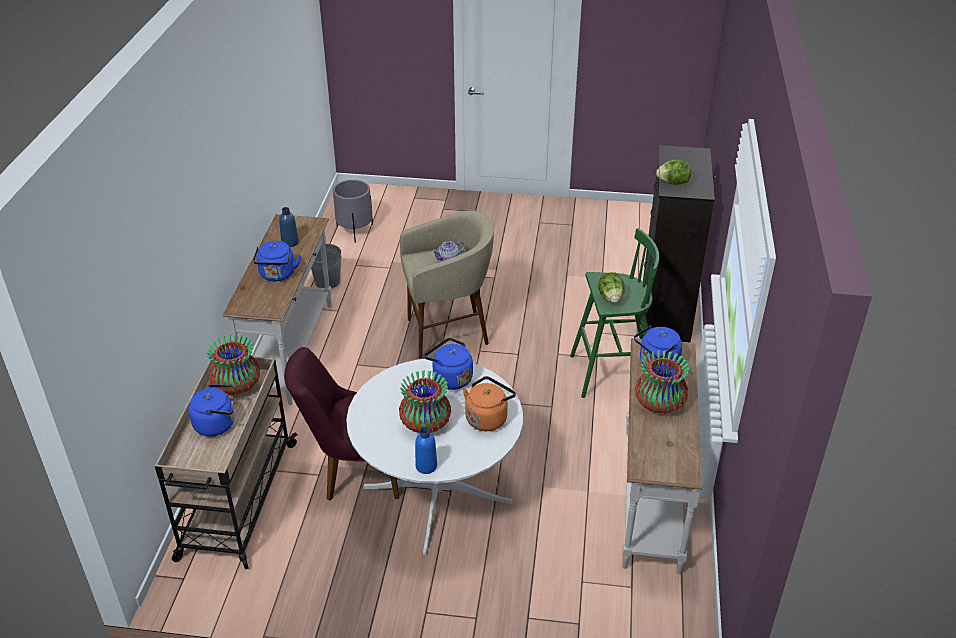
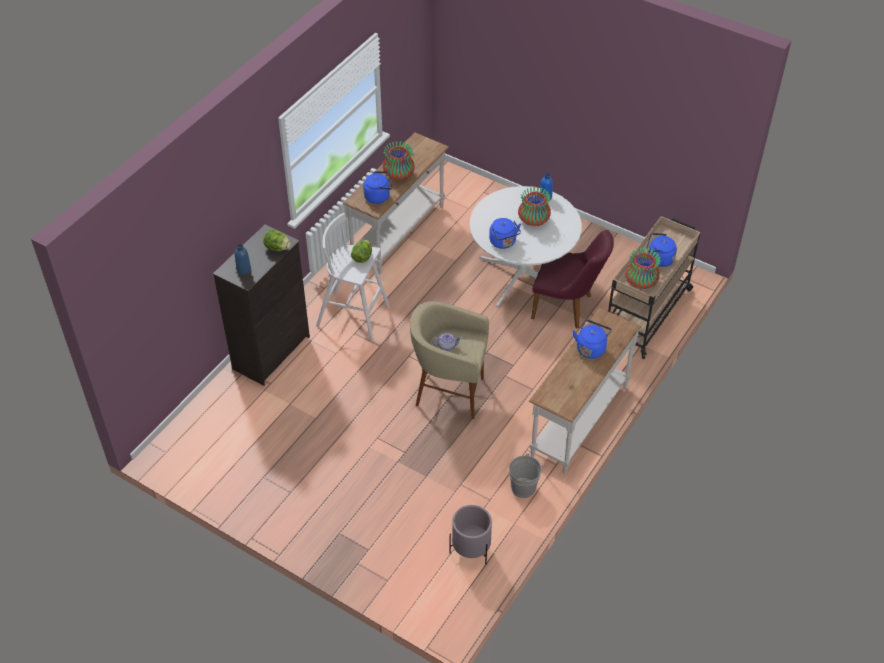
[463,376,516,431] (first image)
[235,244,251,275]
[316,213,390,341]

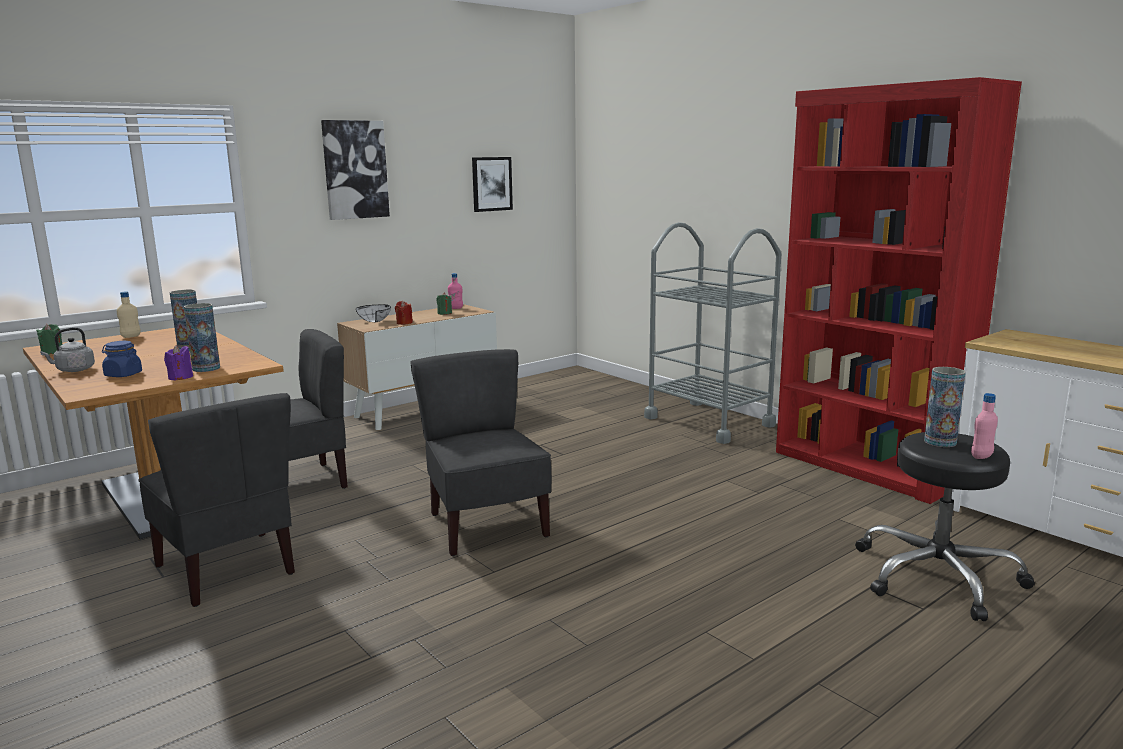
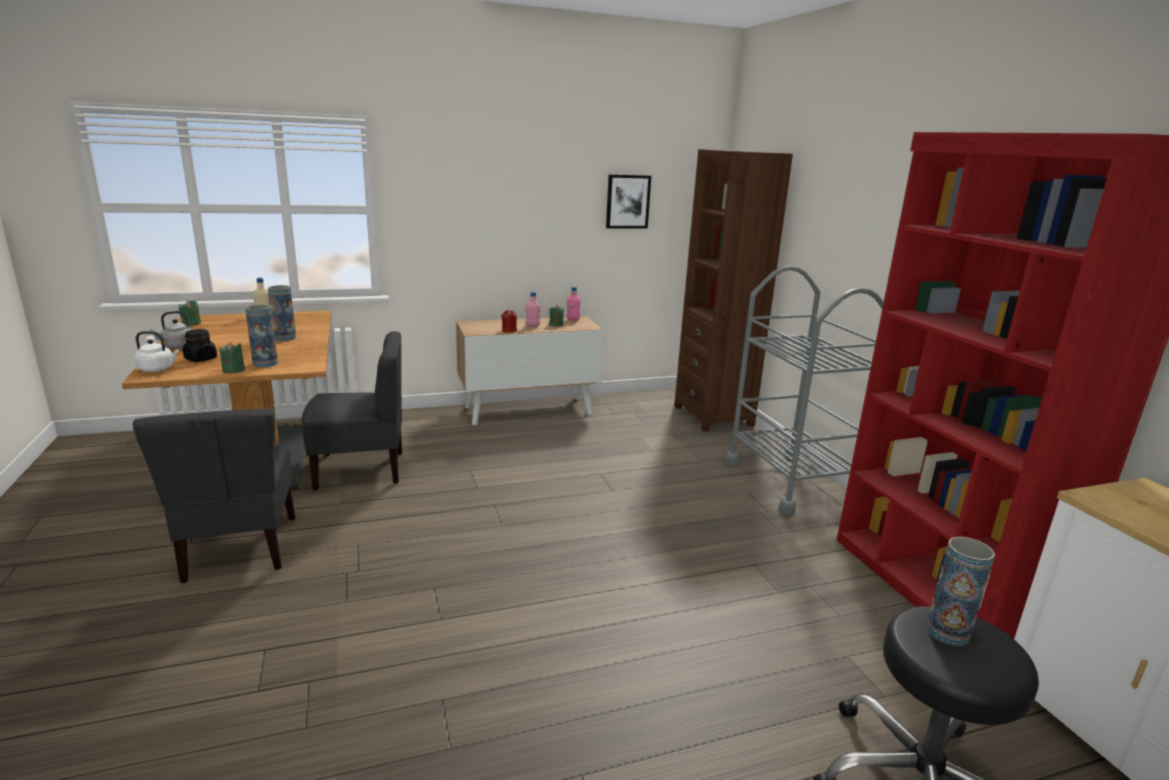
[321,120,390,220] (first image)
[356,304,391,323] (first image)
[410,349,551,556] (first image)
[134,331,179,372]
[674,149,793,431]
[525,292,540,327]
[183,329,217,362]
[219,342,245,374]

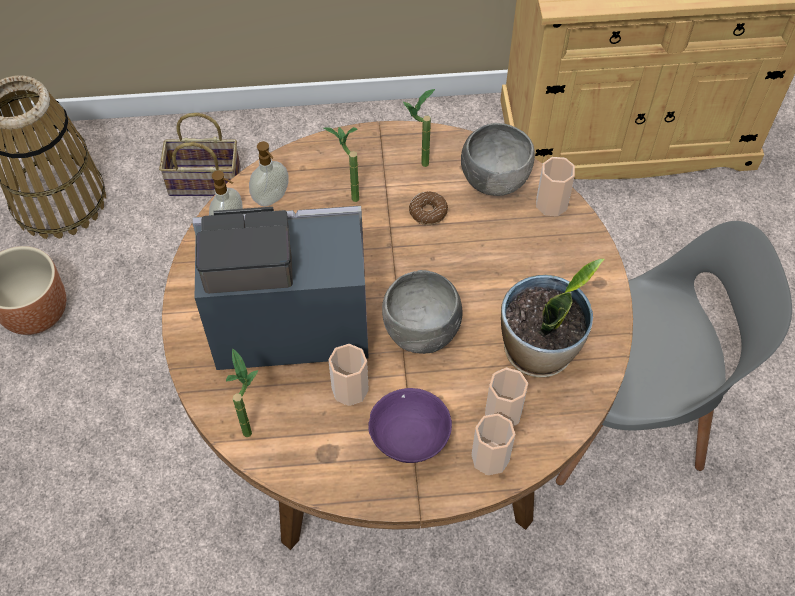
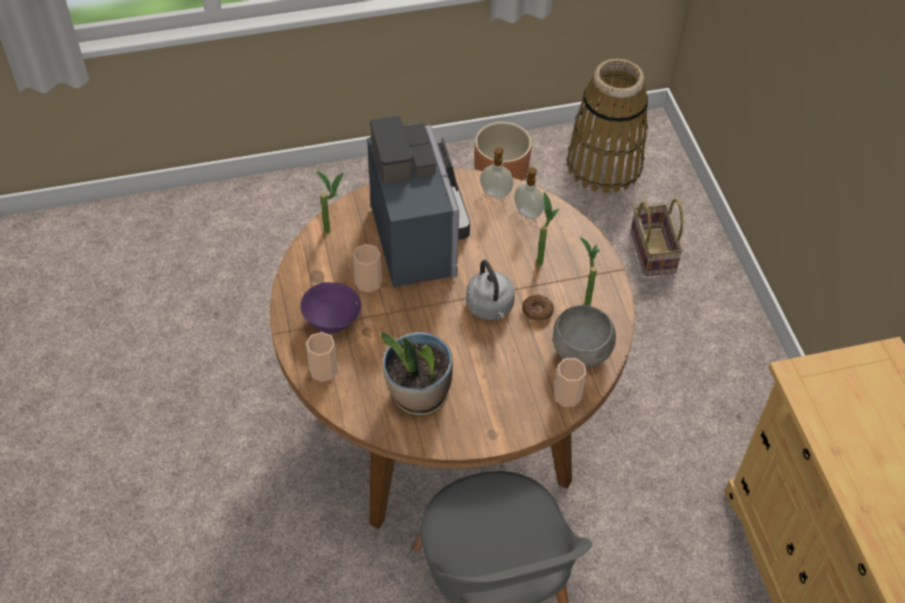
[382,270,463,354] (first image)
[485,368,528,426] (first image)
[466,260,515,320]

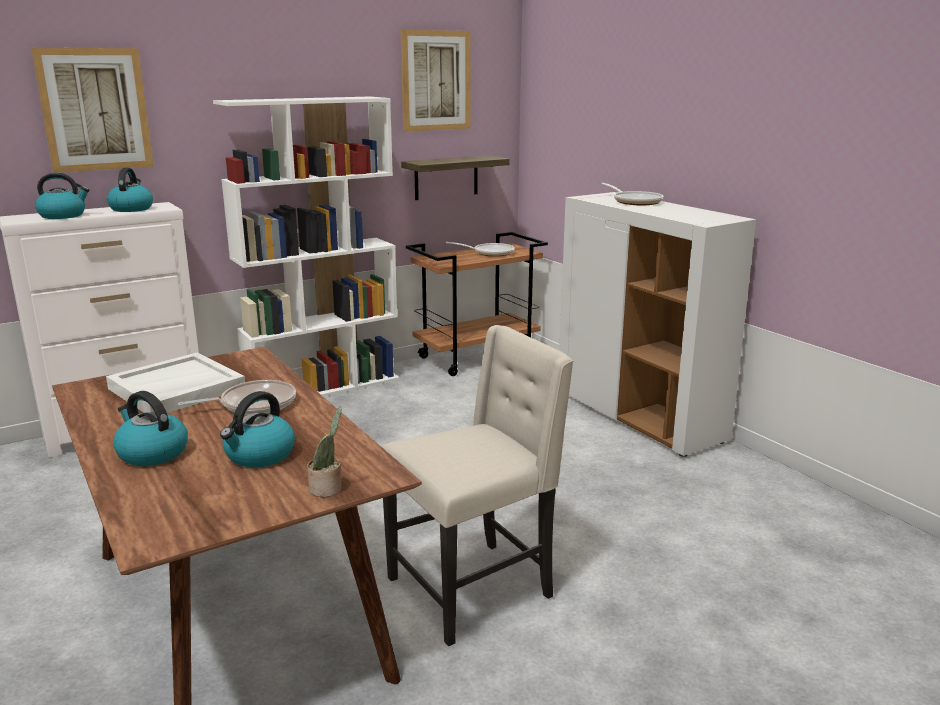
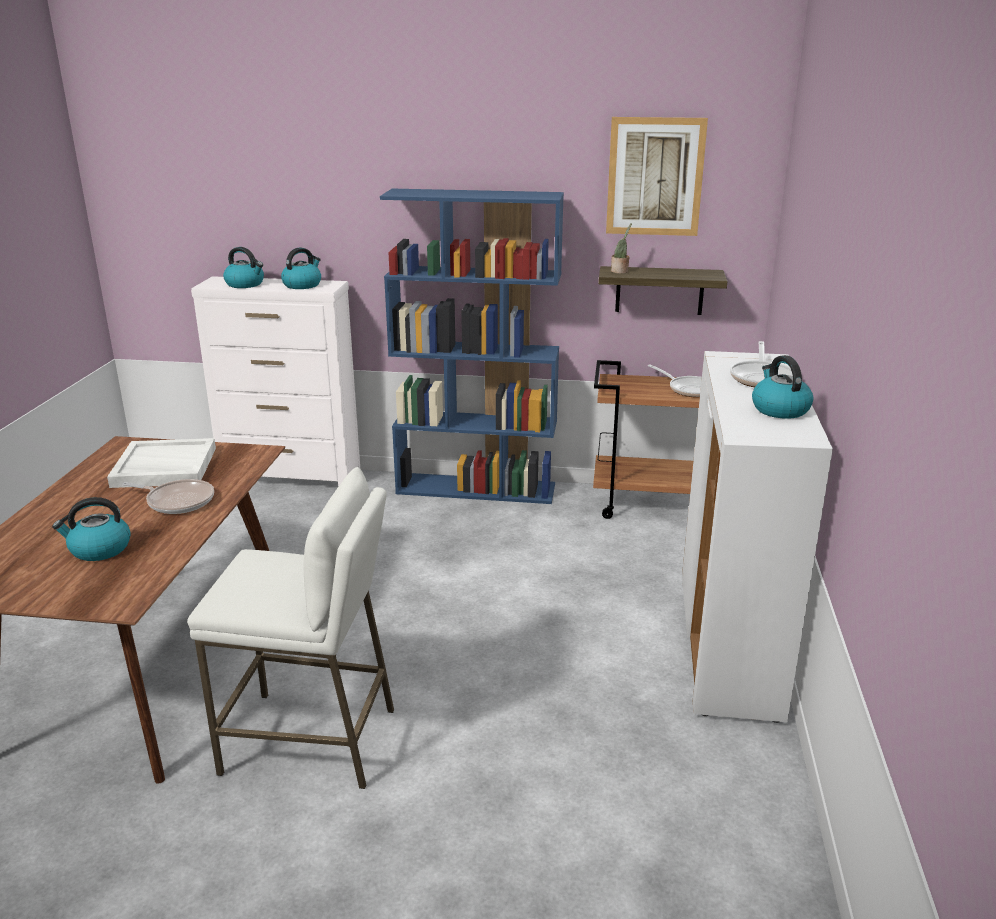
[31,48,154,173] (first image)
[752,355,813,419]
[611,223,632,274]
[187,467,394,789]
[380,189,564,504]

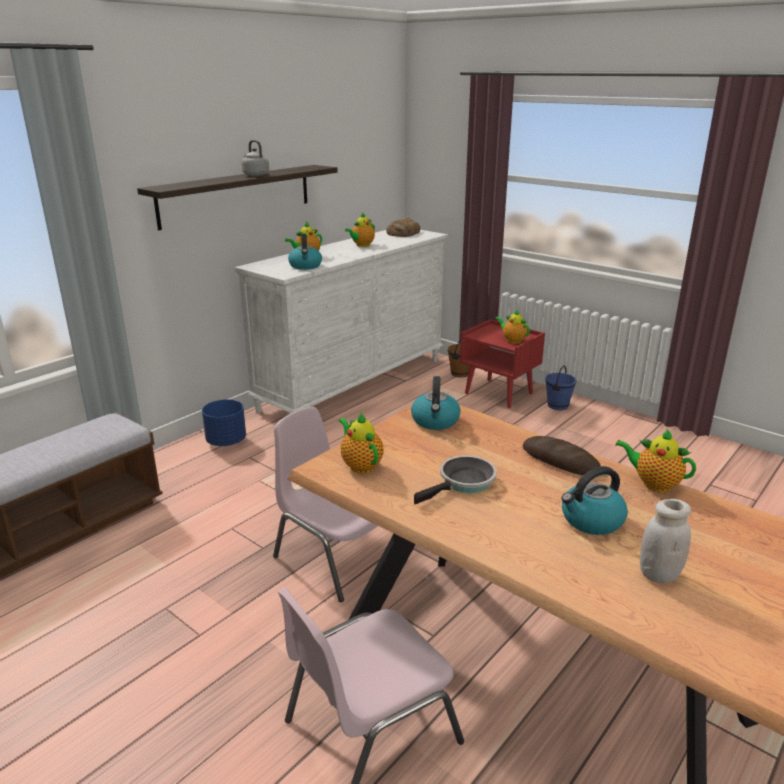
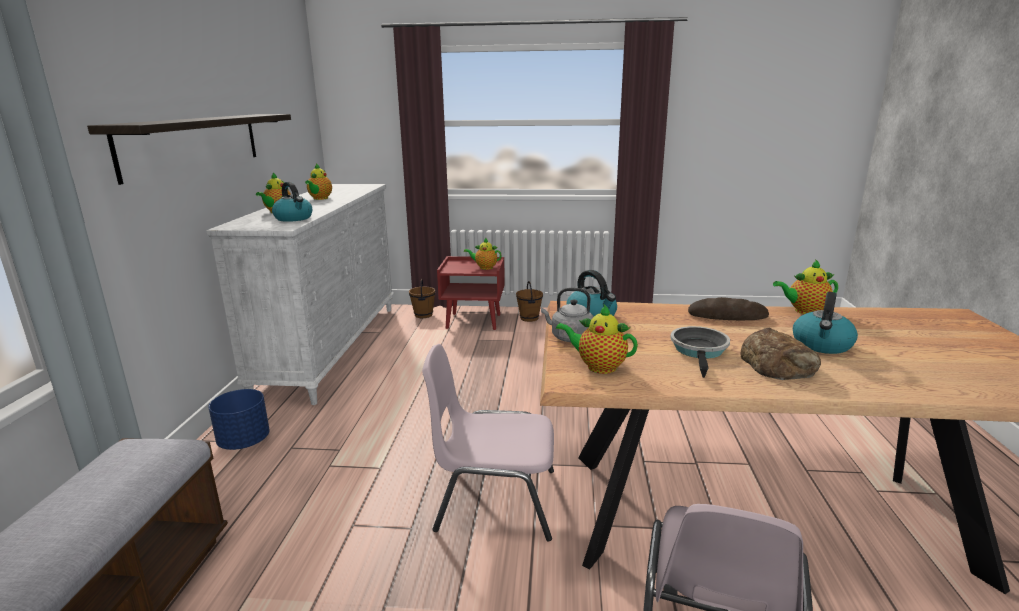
[640,499,691,583] (first image)
[541,288,594,342]
[740,328,821,380]
[516,281,543,322]

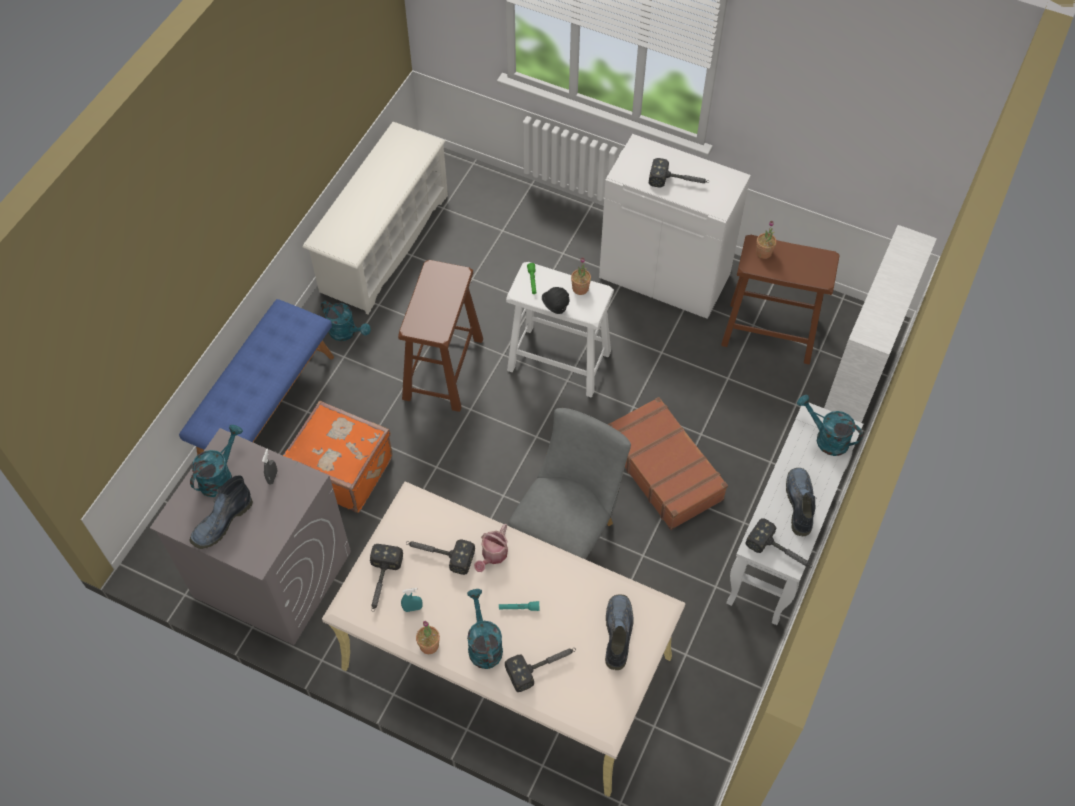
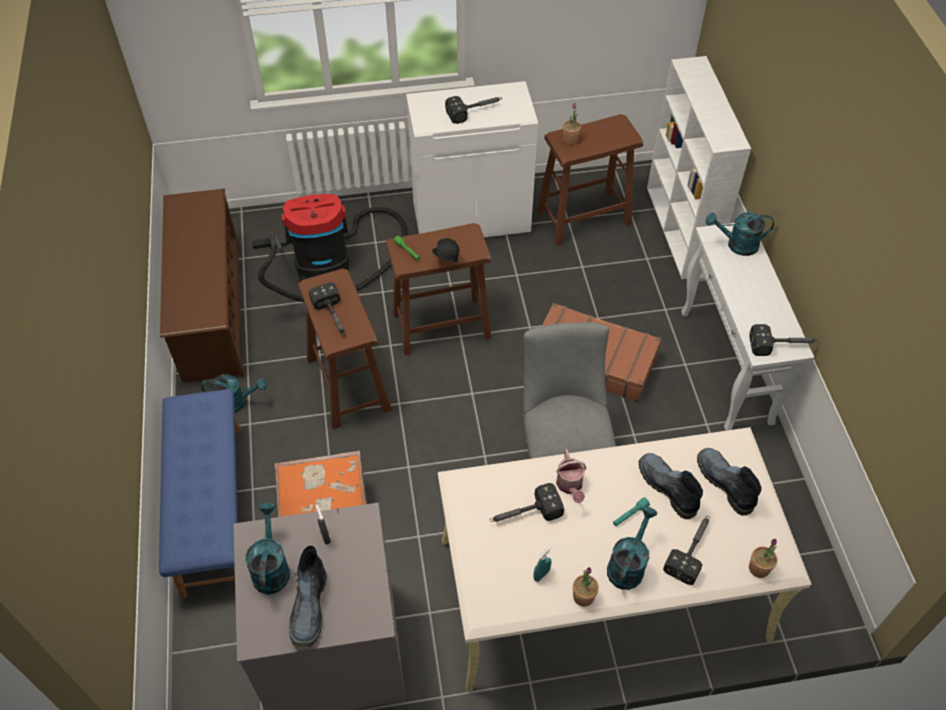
[252,194,407,302]
[309,282,345,335]
[749,538,777,578]
[639,453,703,519]
[160,189,244,383]
[386,223,491,356]
[607,506,658,590]

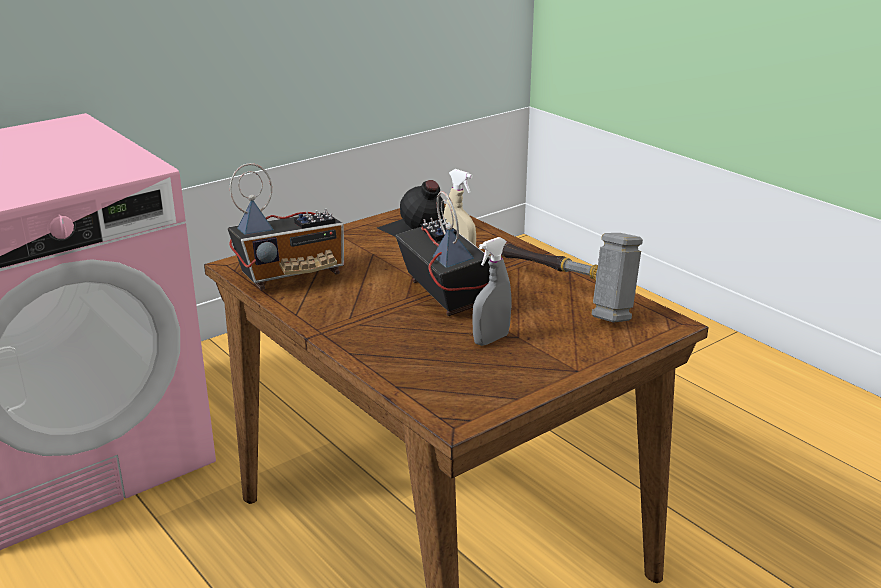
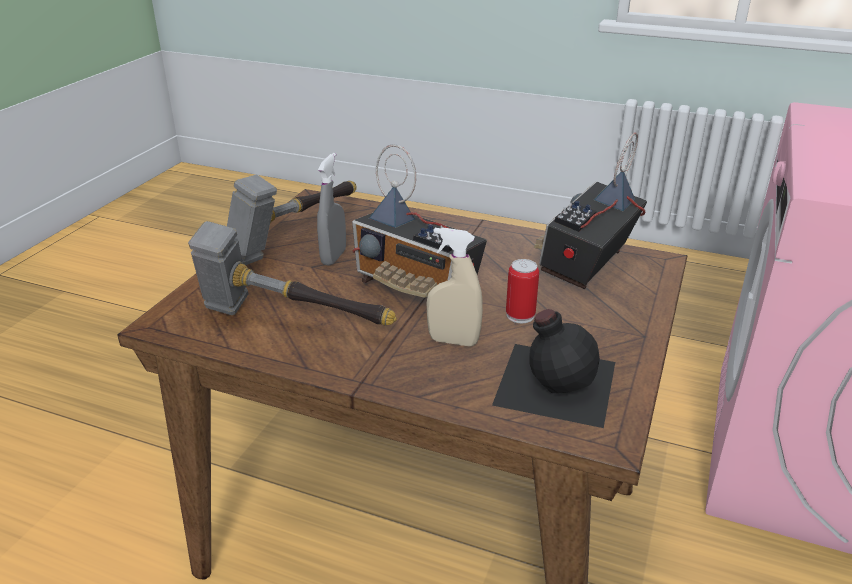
[227,175,357,265]
[506,259,539,323]

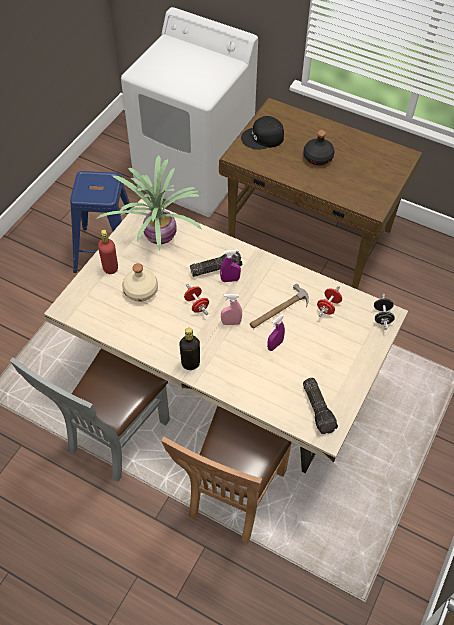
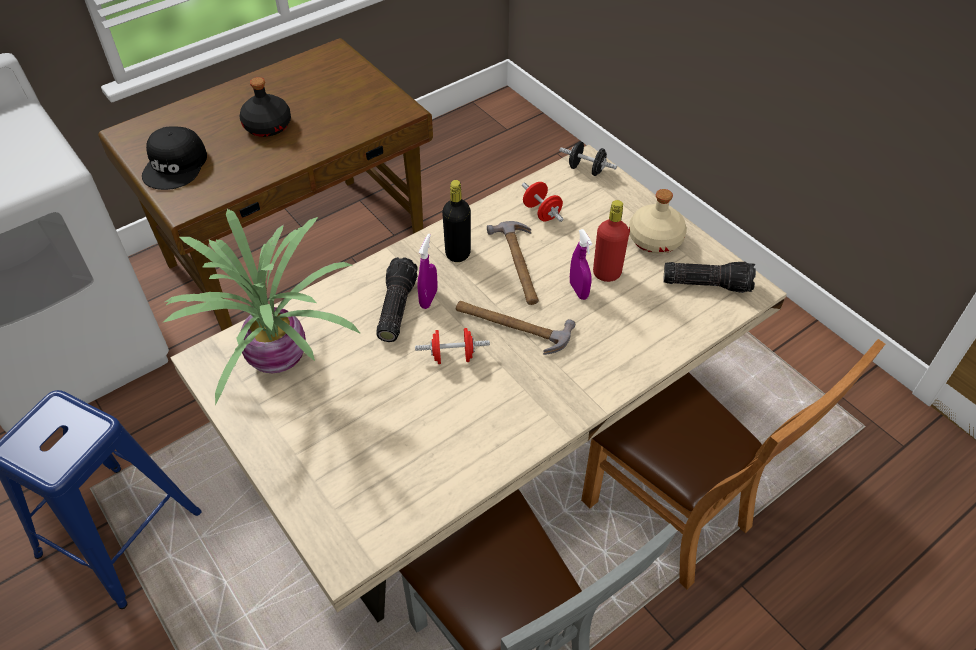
[593,200,629,282]
[629,189,687,254]
[442,180,471,262]
[456,301,575,355]

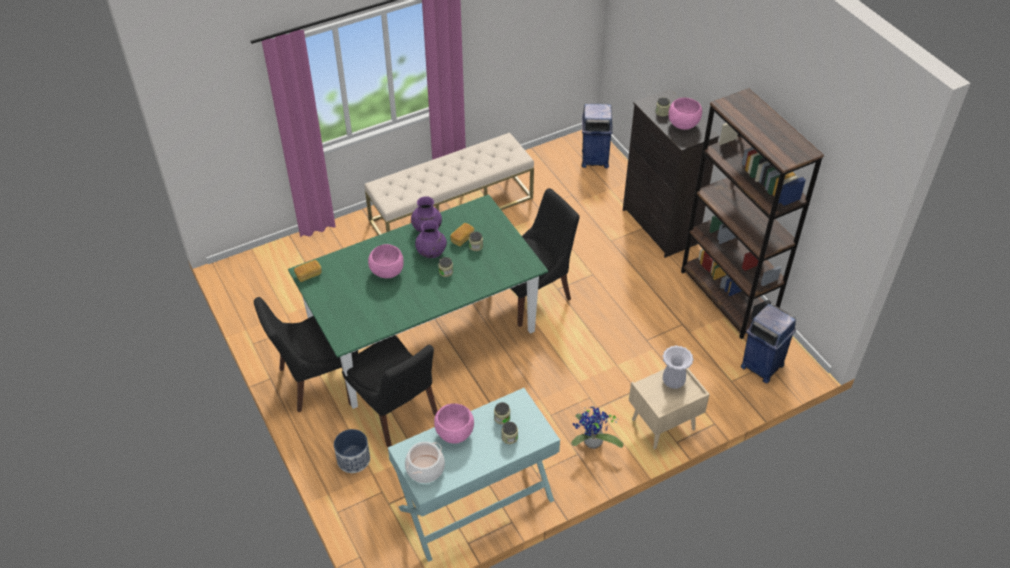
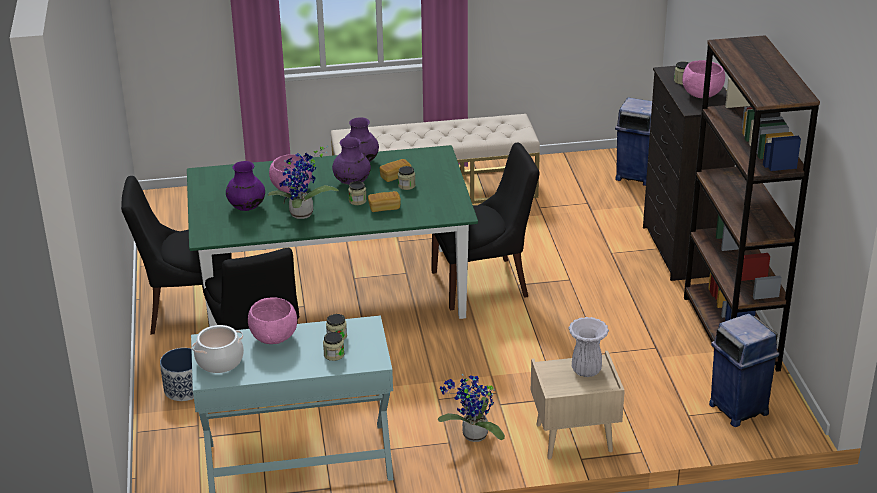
[226,161,265,211]
[268,146,339,219]
[368,191,401,212]

